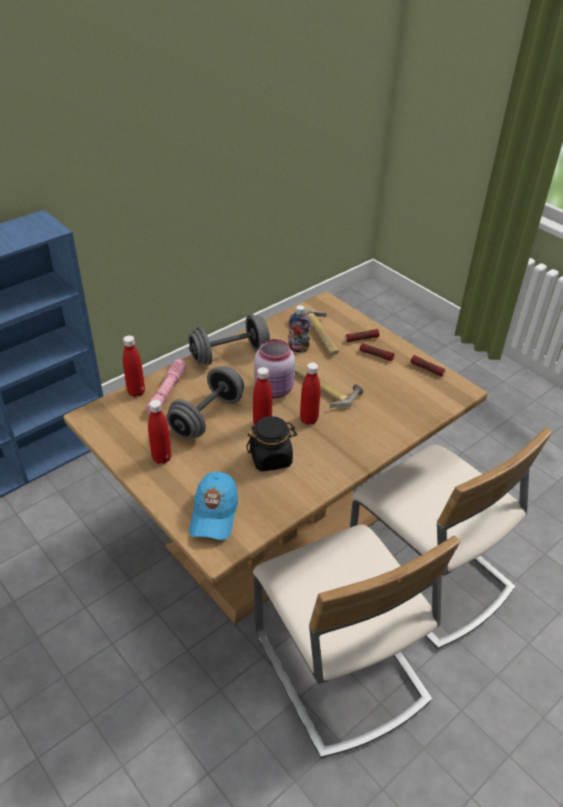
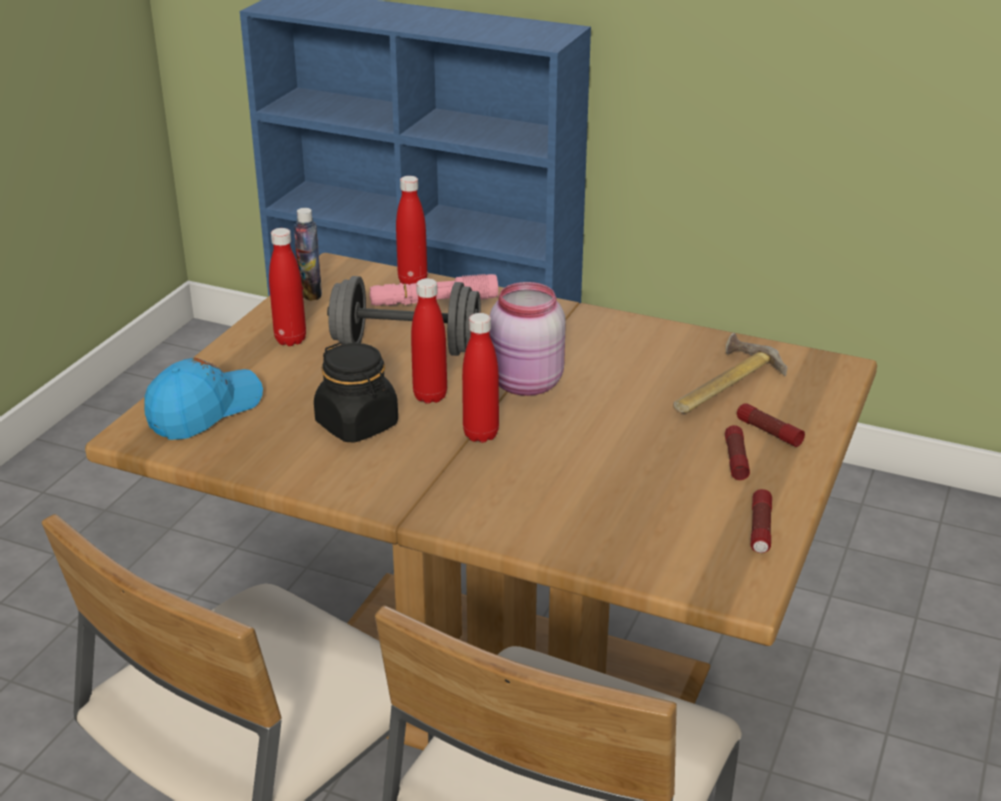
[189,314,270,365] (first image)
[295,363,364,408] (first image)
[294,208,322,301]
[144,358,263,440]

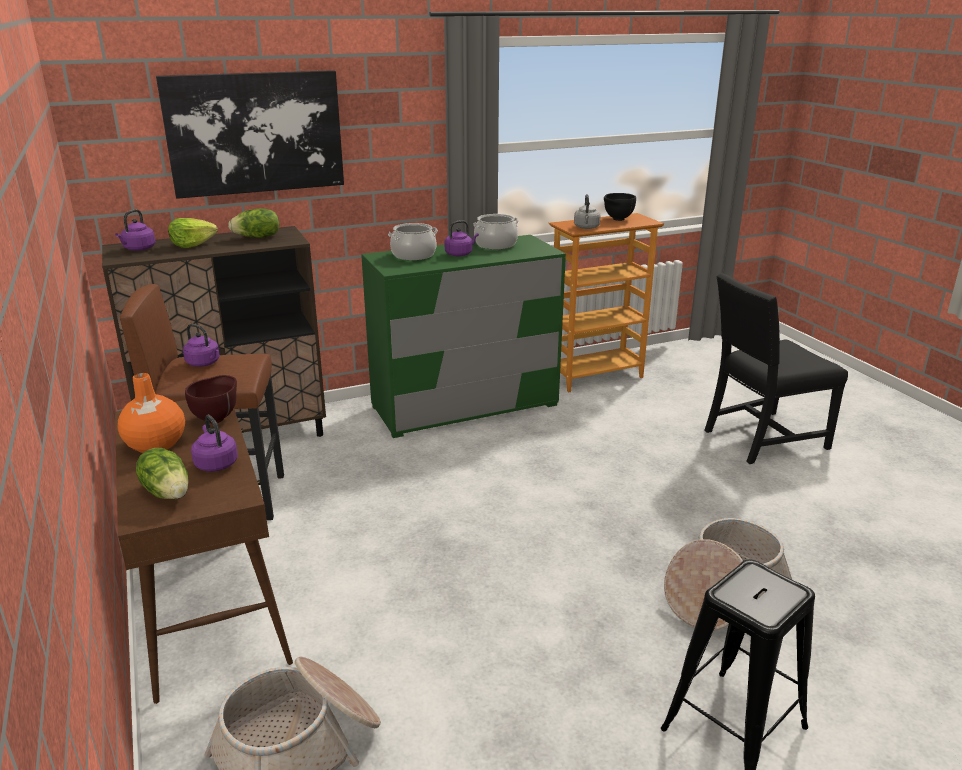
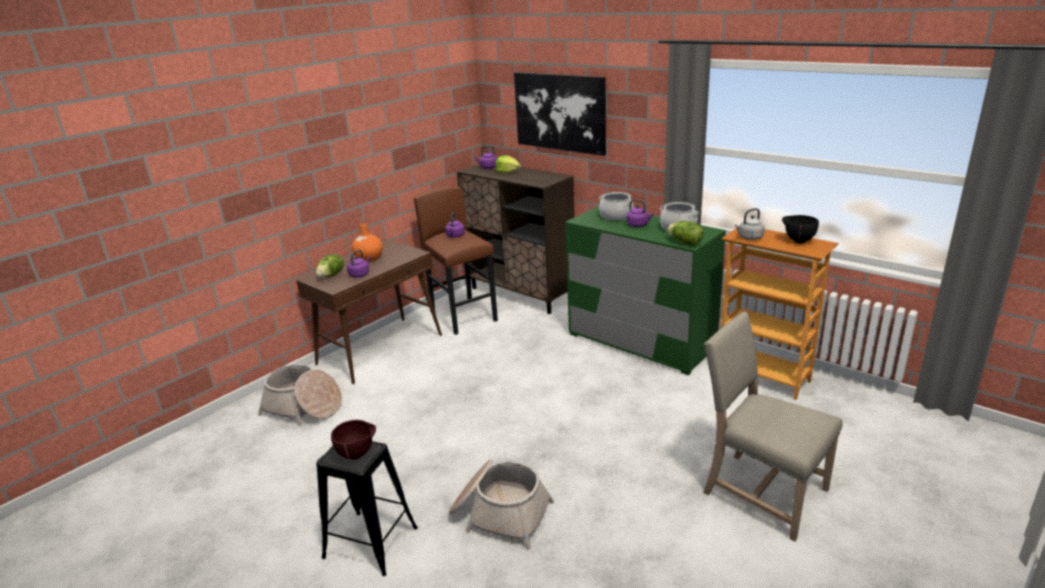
[331,420,376,460]
[667,221,704,245]
[703,312,843,542]

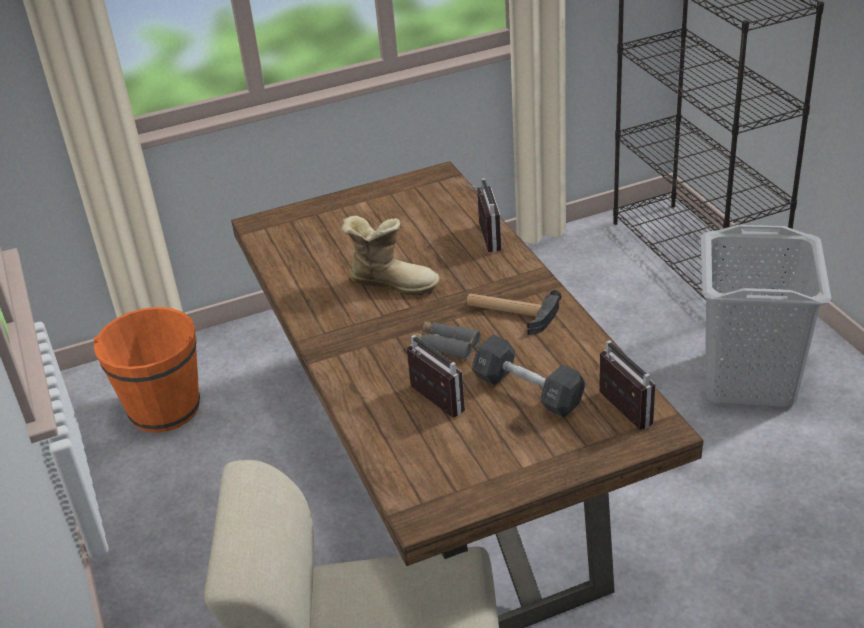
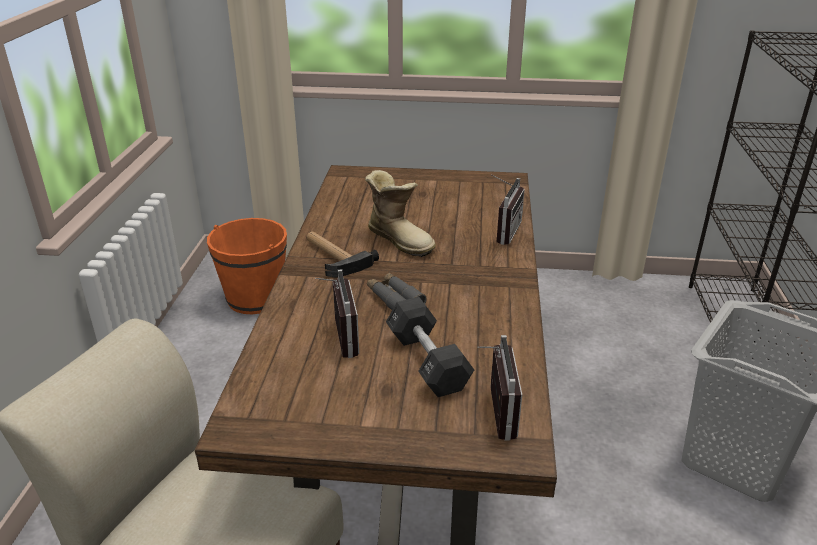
[307,231,379,277]

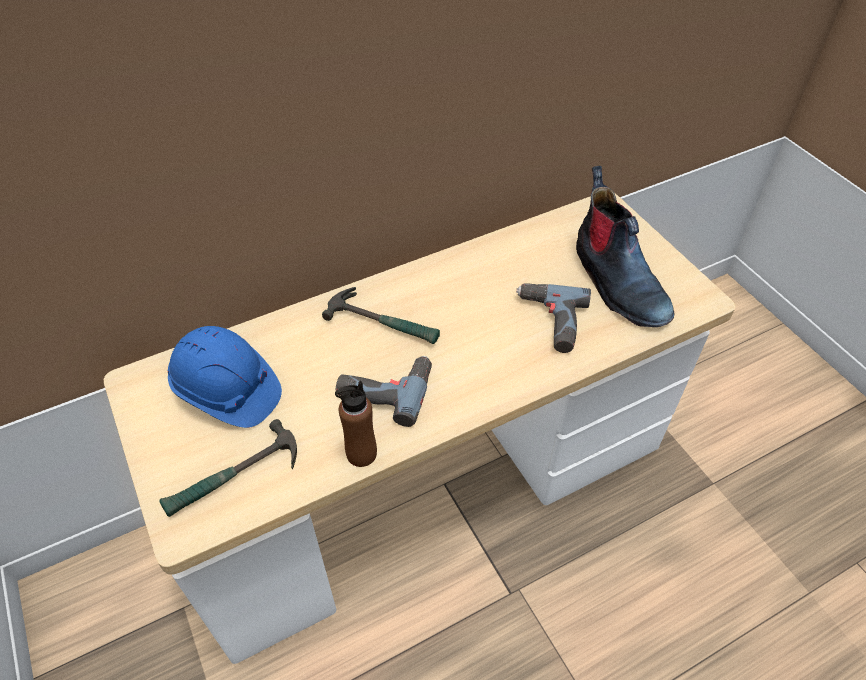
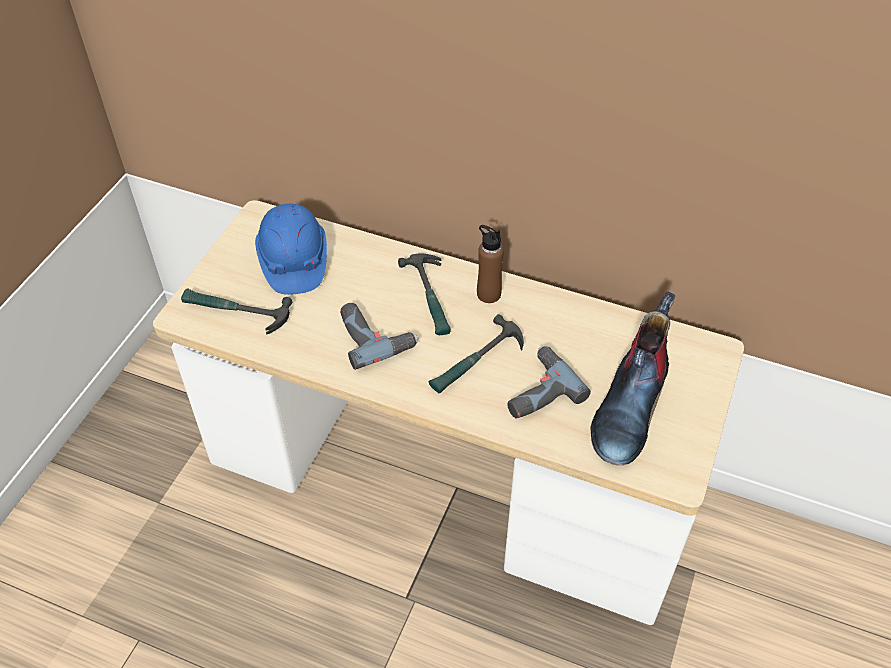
[429,314,524,393]
[477,225,504,303]

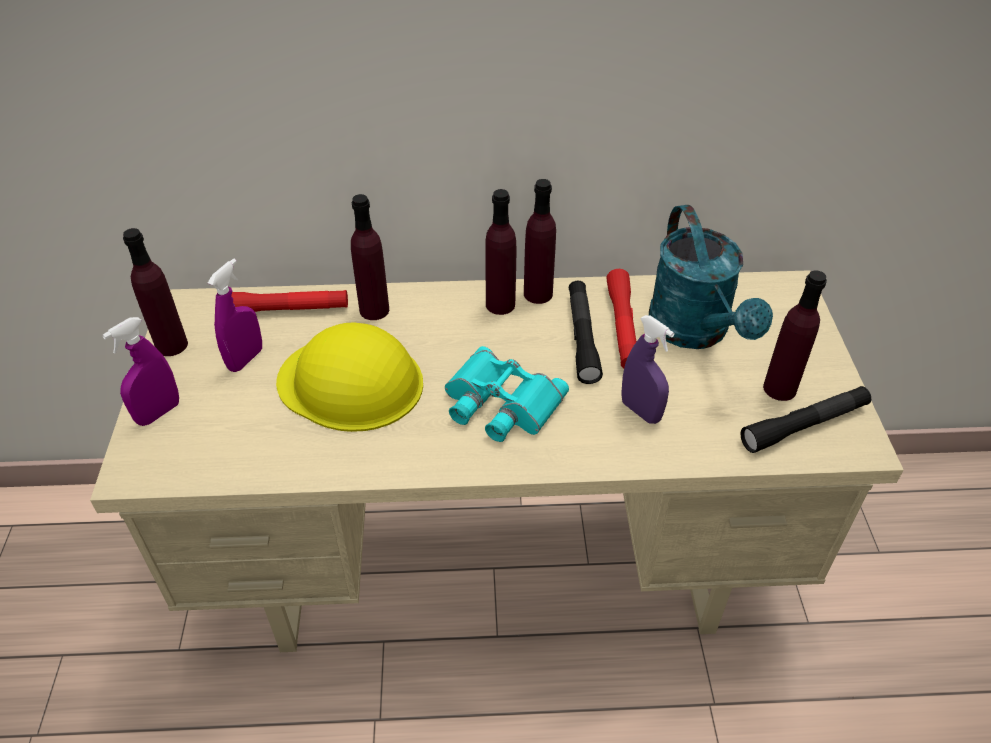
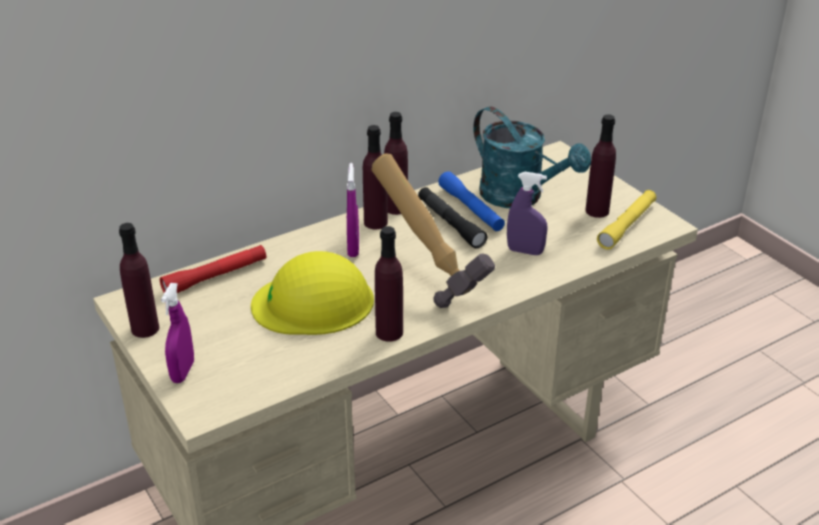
[347,163,359,257]
[375,226,403,342]
[371,153,495,308]
[438,171,505,231]
[597,190,656,250]

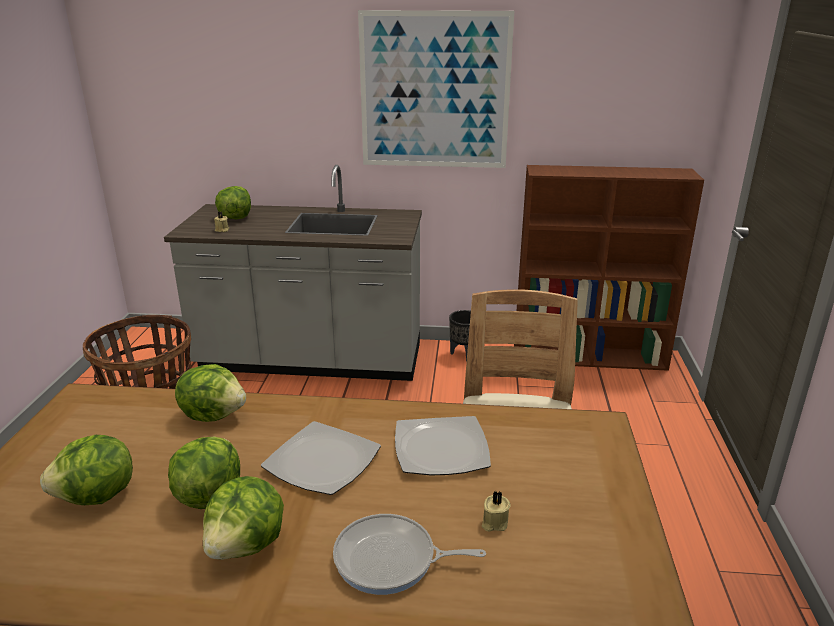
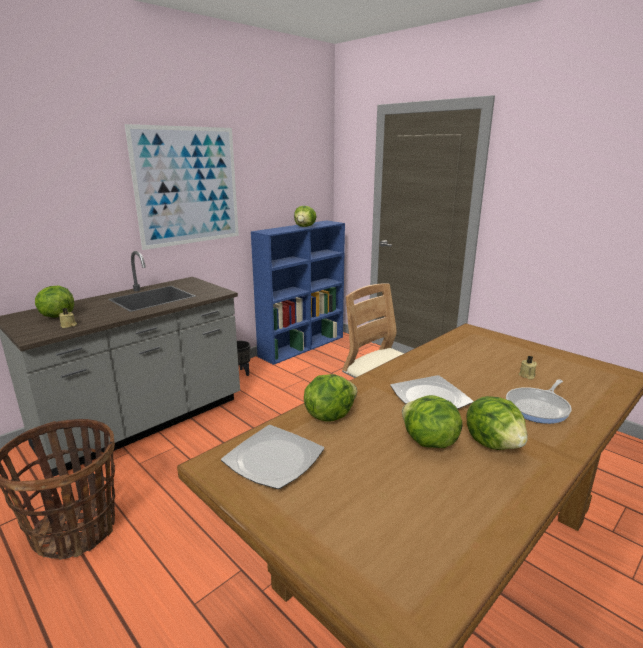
[294,206,317,227]
[221,425,324,489]
[251,221,345,365]

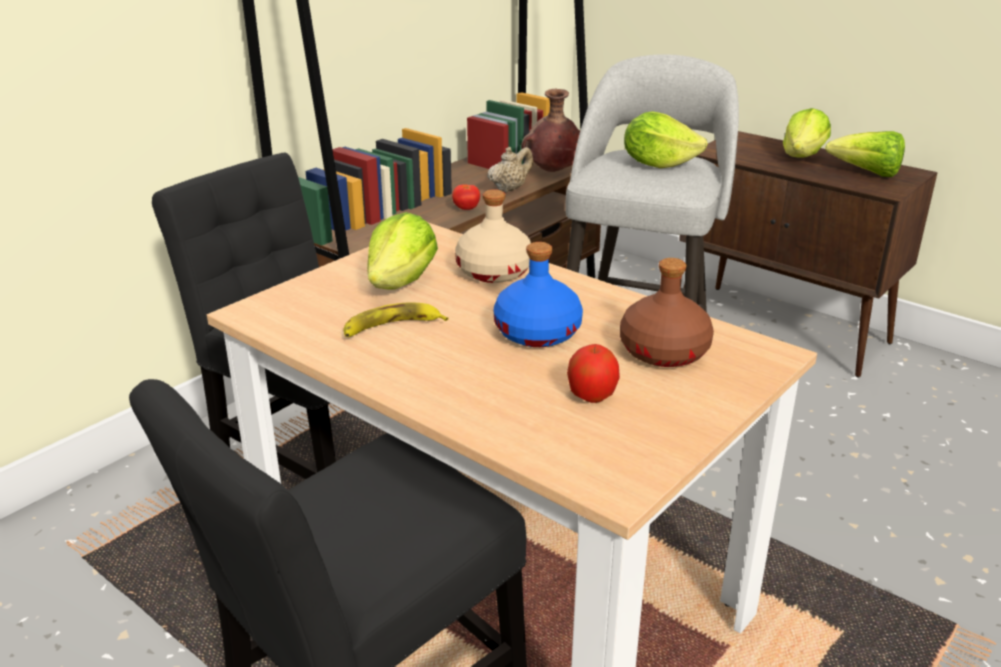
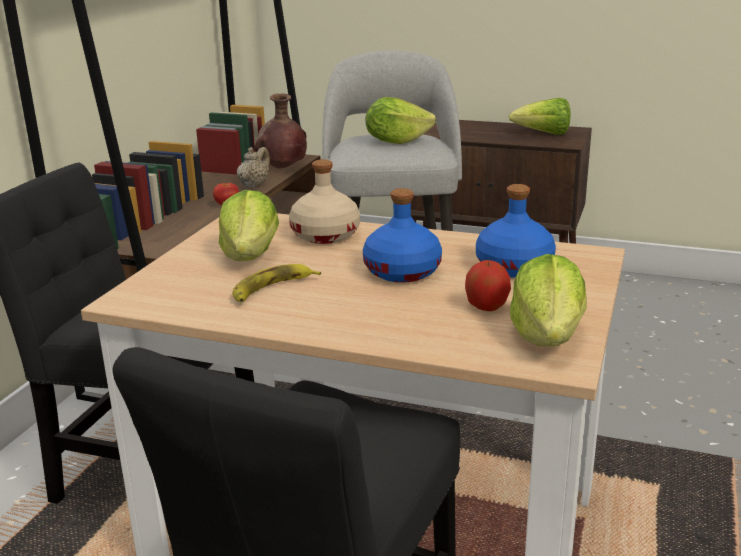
[510,254,587,346]
[476,184,556,278]

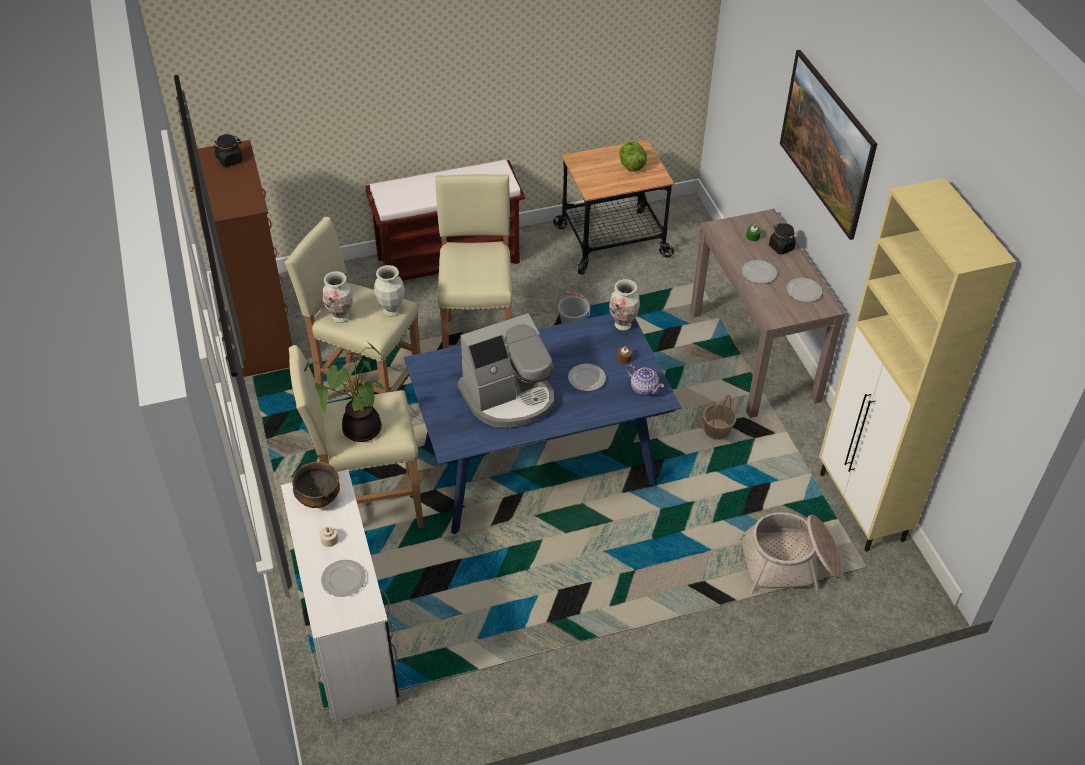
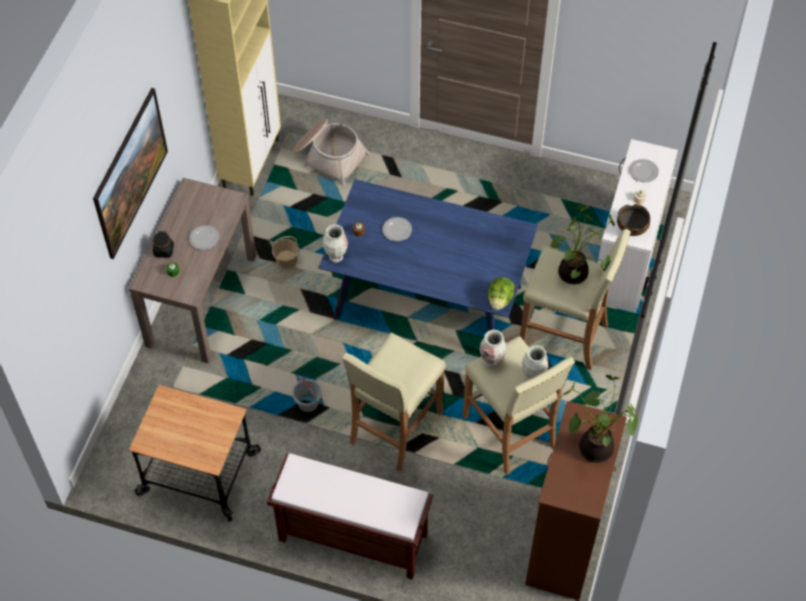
[213,134,243,167] (first image)
[457,313,554,428] (first image)
[627,365,664,396] (first image)
[786,278,822,302] (first image)
[560,375,638,463]
[488,277,515,310]

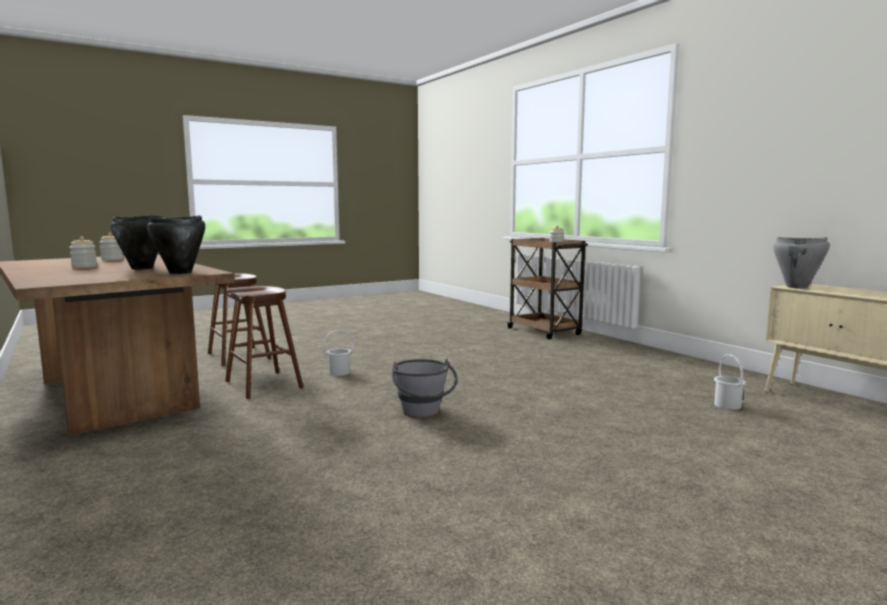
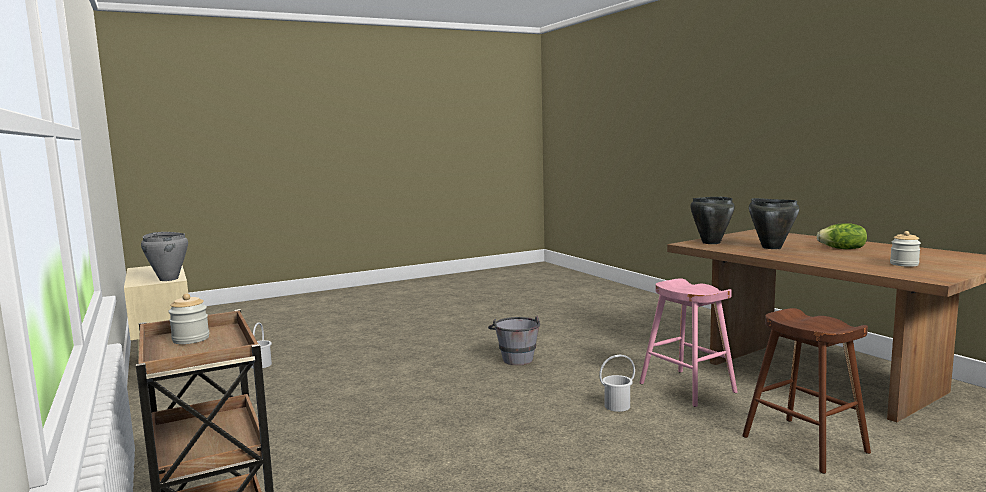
[816,223,867,249]
[639,278,738,407]

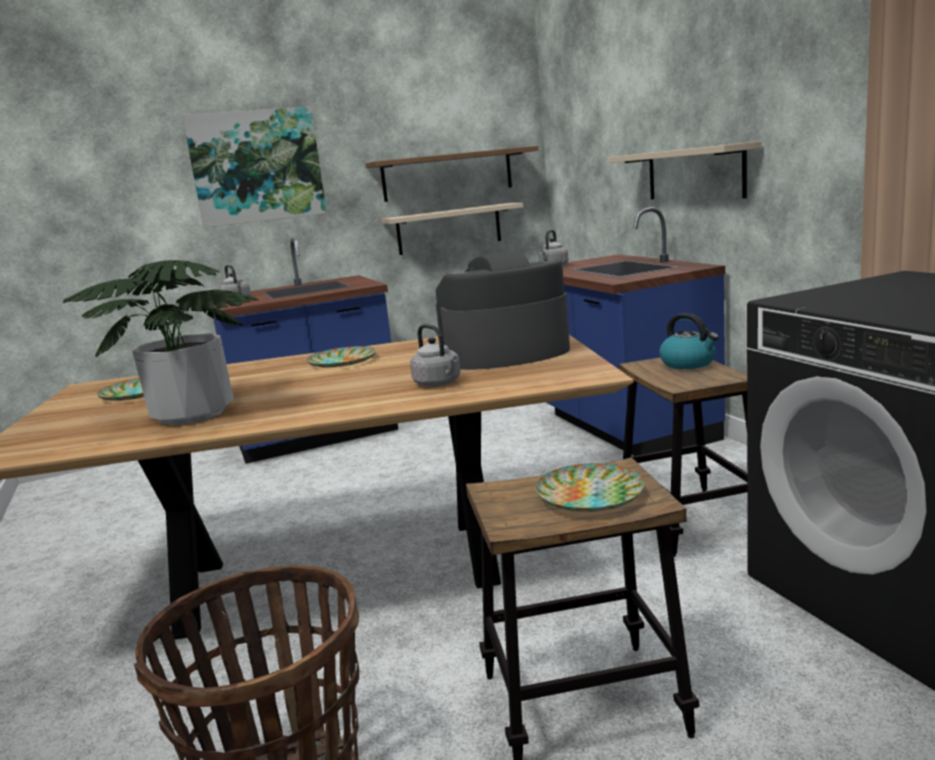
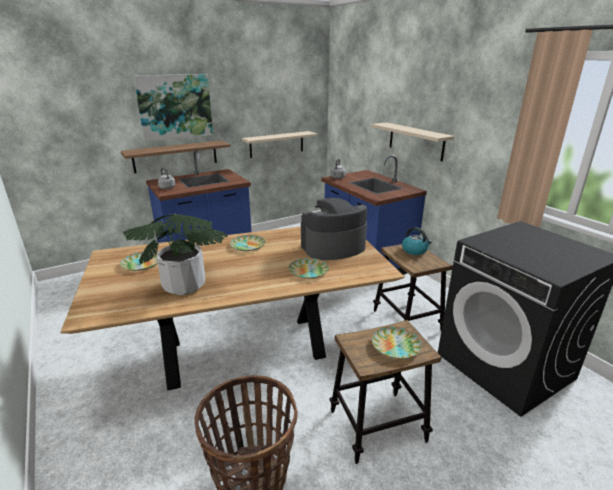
[121,140,231,173]
[288,258,329,279]

